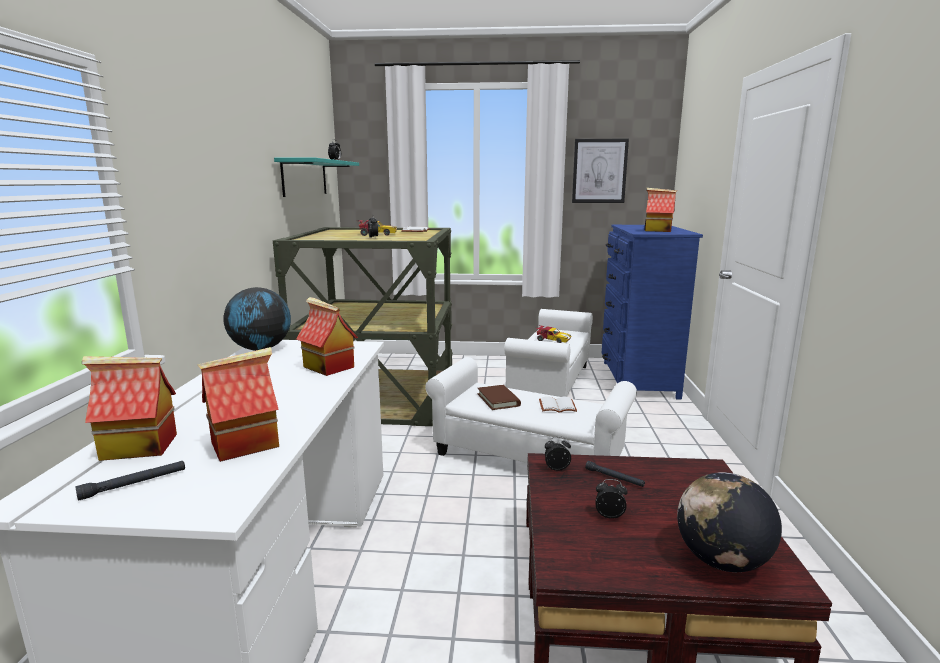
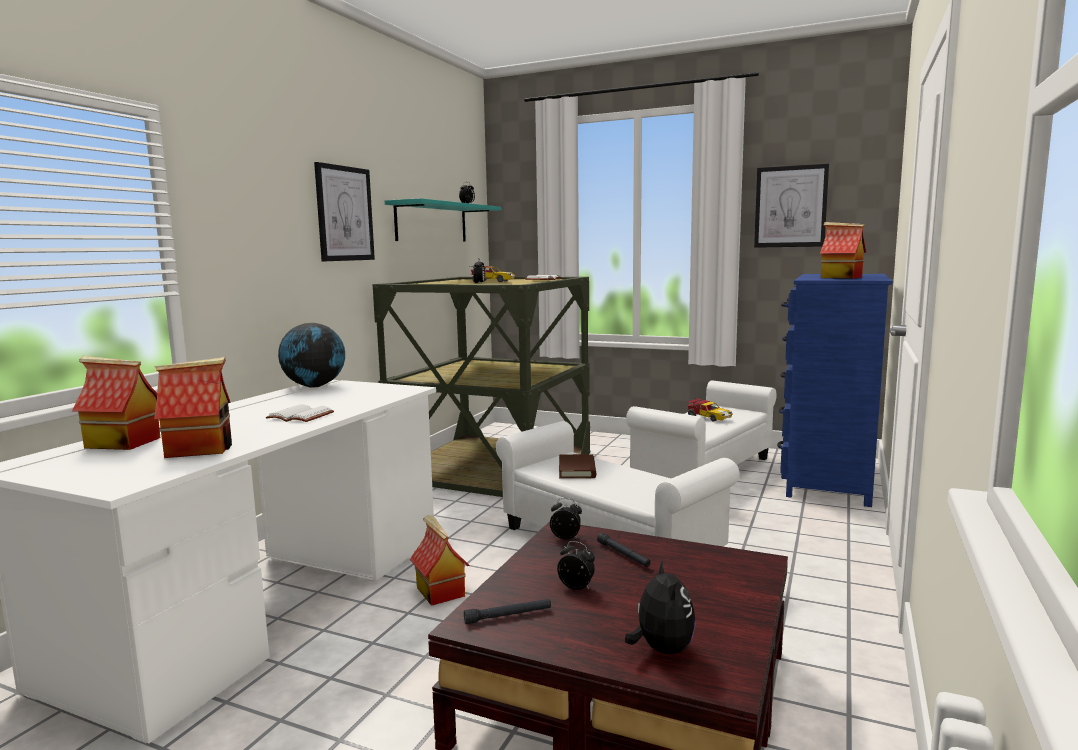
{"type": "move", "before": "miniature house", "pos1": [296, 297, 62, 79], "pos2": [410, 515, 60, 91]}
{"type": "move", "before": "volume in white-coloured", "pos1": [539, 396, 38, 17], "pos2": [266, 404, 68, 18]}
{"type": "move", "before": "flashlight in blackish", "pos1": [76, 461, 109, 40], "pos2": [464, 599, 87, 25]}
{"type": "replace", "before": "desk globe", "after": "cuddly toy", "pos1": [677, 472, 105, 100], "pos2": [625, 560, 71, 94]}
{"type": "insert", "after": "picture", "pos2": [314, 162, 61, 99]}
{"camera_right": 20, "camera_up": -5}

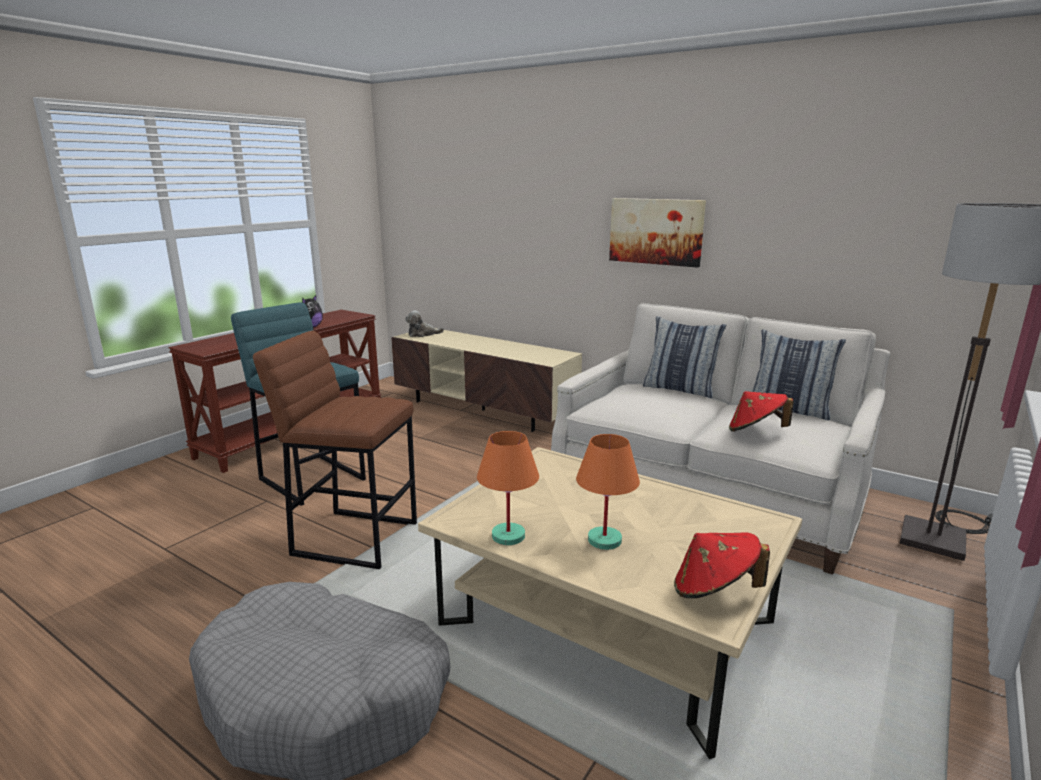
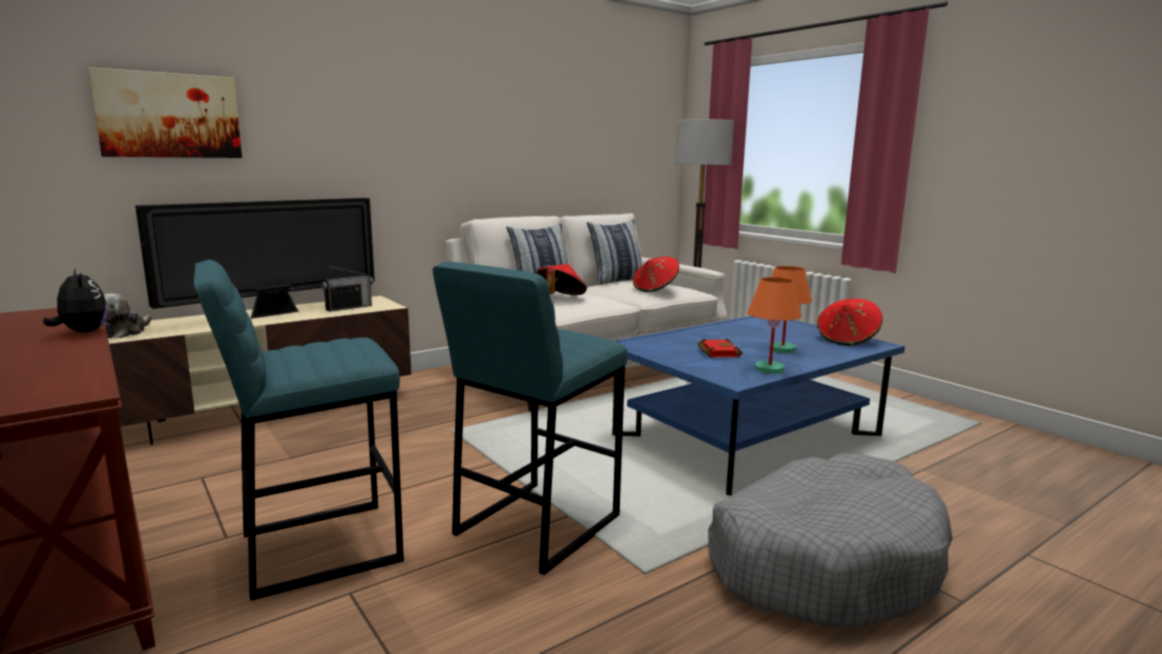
{"type": "move", "before": "picture", "pos1": [609, 198, 97, 70], "pos2": [88, 67, 154, 91]}
{"type": "recolor", "before": "stool seat in brownish", "after": "stool seat in turquoise-coloured", "pos1": [253, 331, 164, 238], "pos2": [433, 261, 195, 314]}
{"type": "recolor", "before": "lounge table in sand-coloured", "after": "lounge table in bluish", "pos1": [418, 447, 384, 312], "pos2": [612, 316, 293, 180]}
{"type": "insert", "after": "television", "pos2": [135, 198, 240, 121]}
{"type": "insert", "after": "hat in reddish", "pos2": [536, 264, 51, 31]}
{"type": "insert", "after": "radio set", "pos2": [321, 266, 52, 46]}
{"type": "insert", "after": "volume in reddish", "pos2": [697, 339, 46, 19]}
{"camera_right": -70, "camera_up": -5}

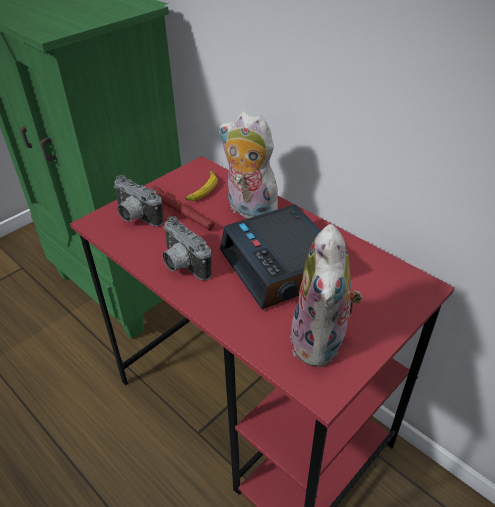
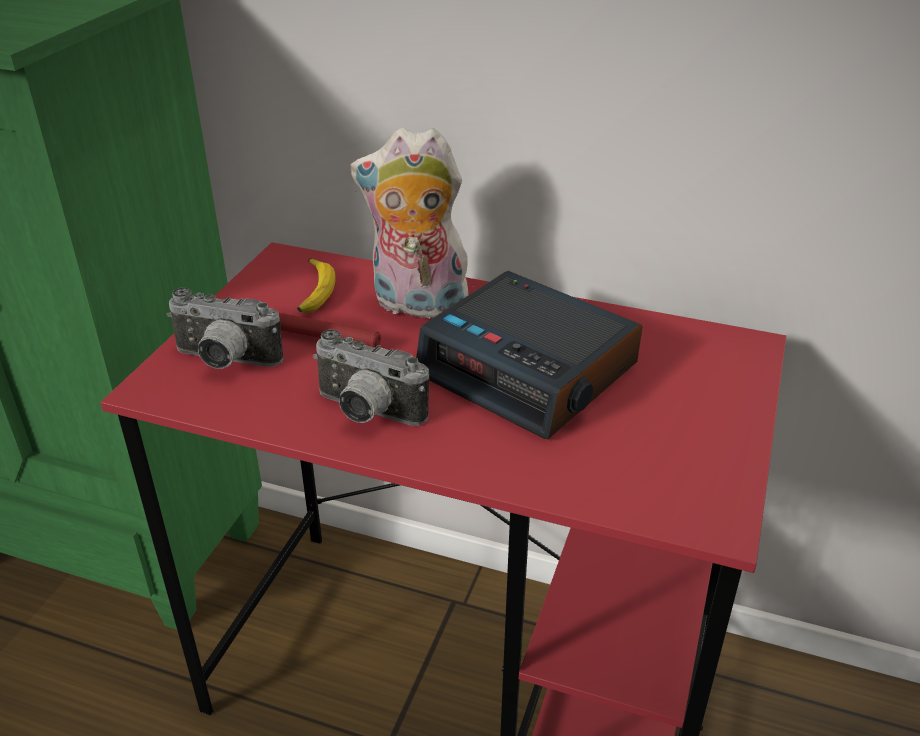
{"type": "delete", "before": "cuddly toy", "pos1": [290, 224, 73, 143]}
{"camera_right": -25, "camera_up": -5}

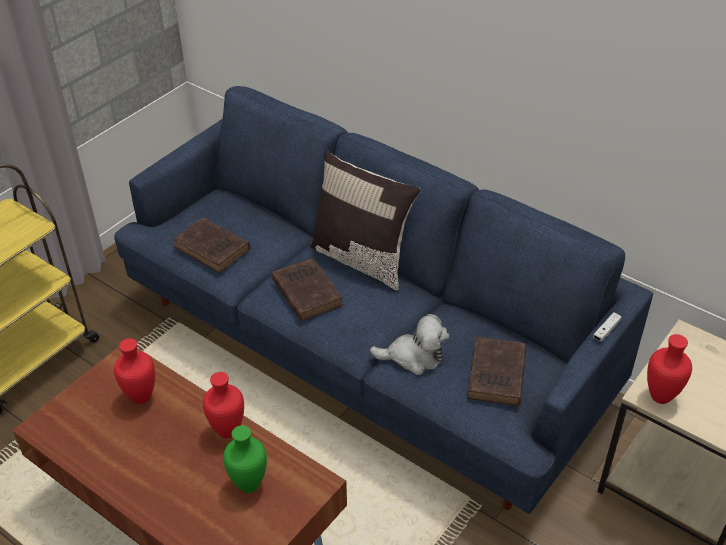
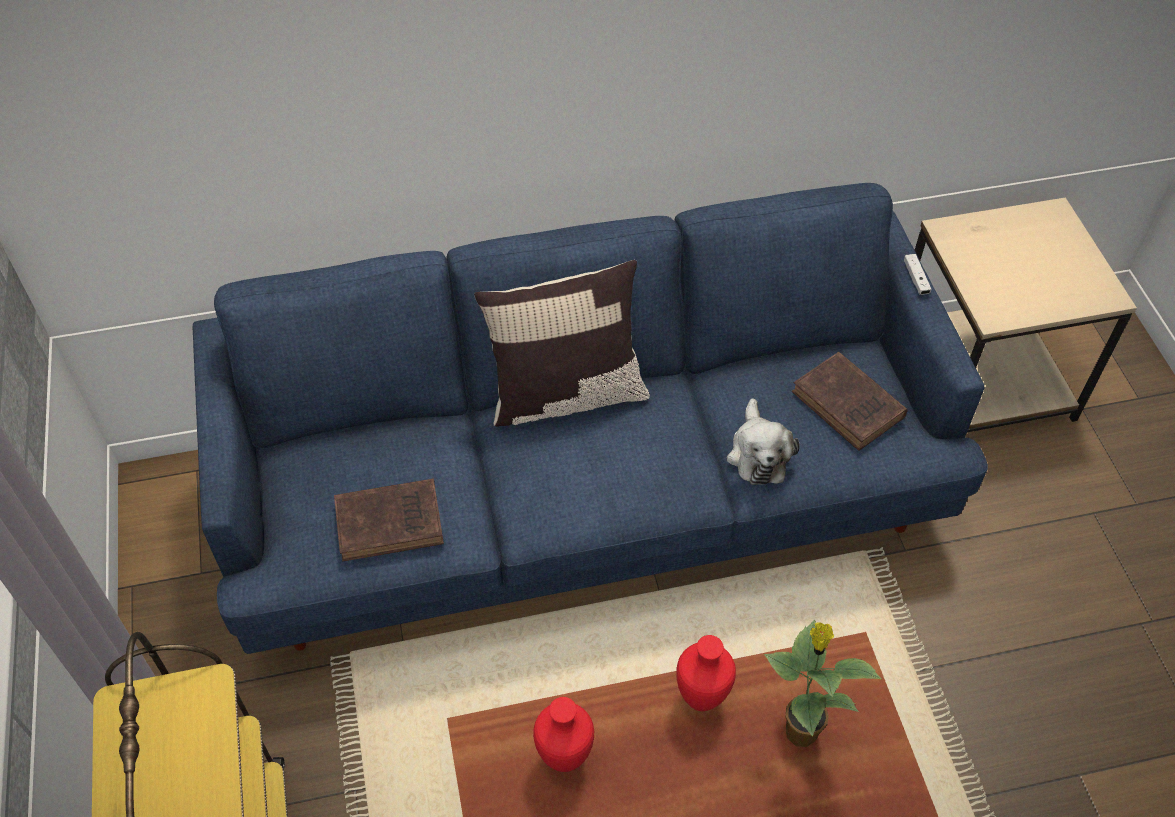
{"type": "delete", "before": "volume in brownish", "pos1": [271, 258, 72, 63]}
{"type": "rotate", "before": "cuddly toy", "pos1": [370, 314, 79, 61], "pos2": [727, 398, 73, 87], "turn": 135}
{"type": "delete", "before": "vase in reddish", "pos1": [647, 334, 45, 70]}
{"type": "replace", "before": "vase in green", "after": "potted plant", "pos1": [223, 425, 44, 68], "pos2": [764, 619, 117, 128]}
{"camera_right": -50, "camera_up": 10}

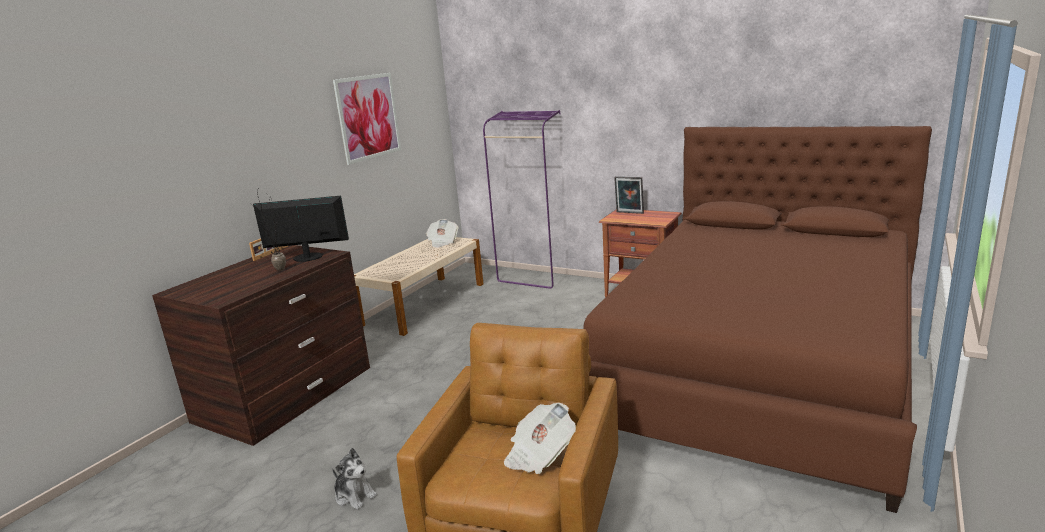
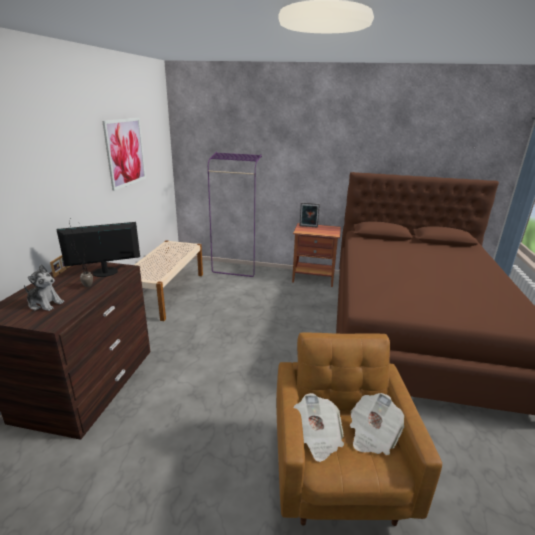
{"type": "move", "before": "printed paper", "pos1": [426, 219, 33, 29], "pos2": [293, 393, 51, 69]}
{"type": "move", "before": "cuddly toy", "pos1": [332, 448, 45, 62], "pos2": [24, 264, 40, 47]}
{"camera_right": -20, "camera_up": 5}

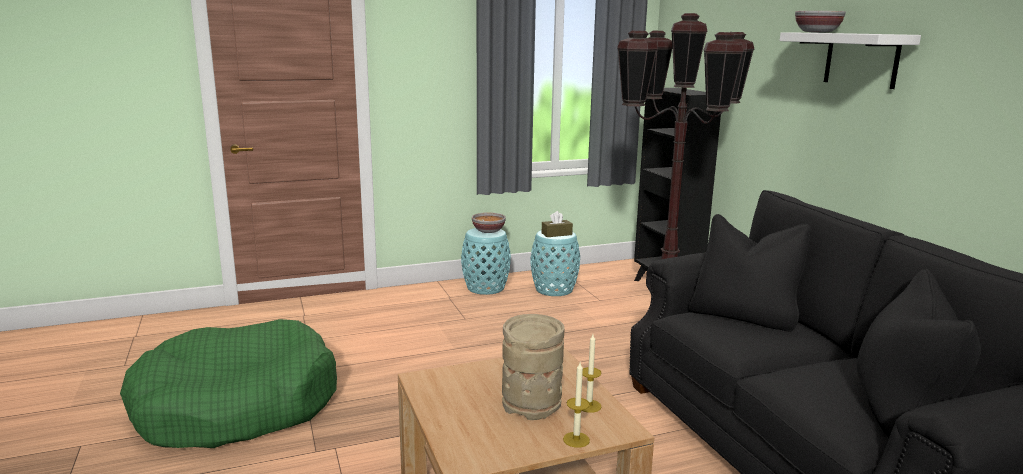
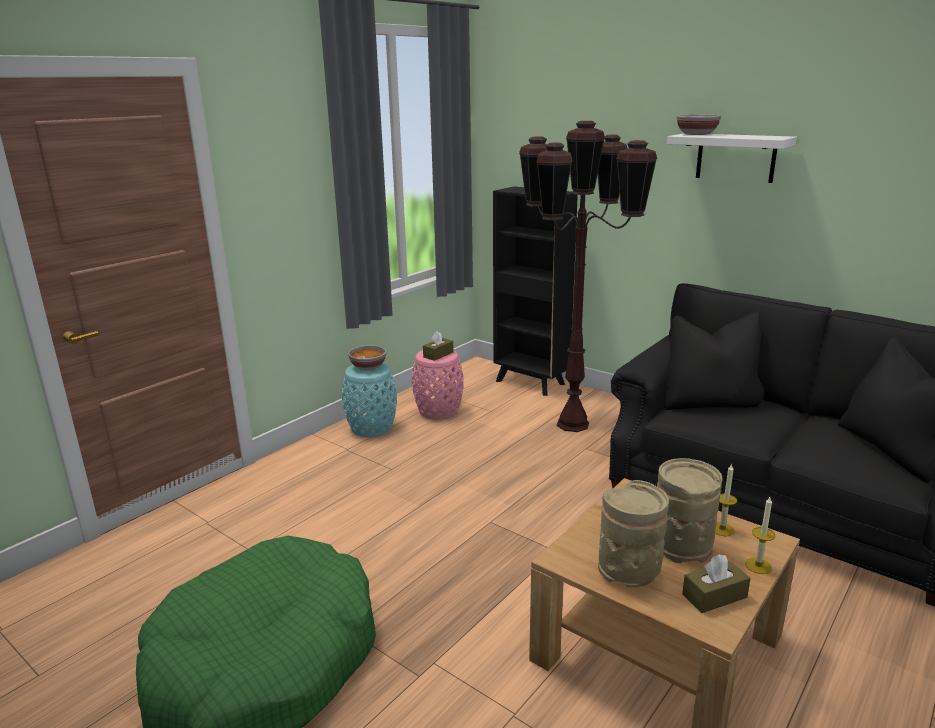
{"type": "recolor", "before": "stool seat in turquoise-coloured", "after": "stool seat in pink-coloured", "pos1": [530, 230, 50, 66], "pos2": [412, 350, 52, 70]}
{"type": "insert", "after": "vase in sand-coloured", "pos2": [598, 480, 71, 107]}
{"type": "insert", "after": "box of tissues in brownish", "pos2": [682, 554, 68, 59]}
{"camera_right": -30, "camera_up": 5}

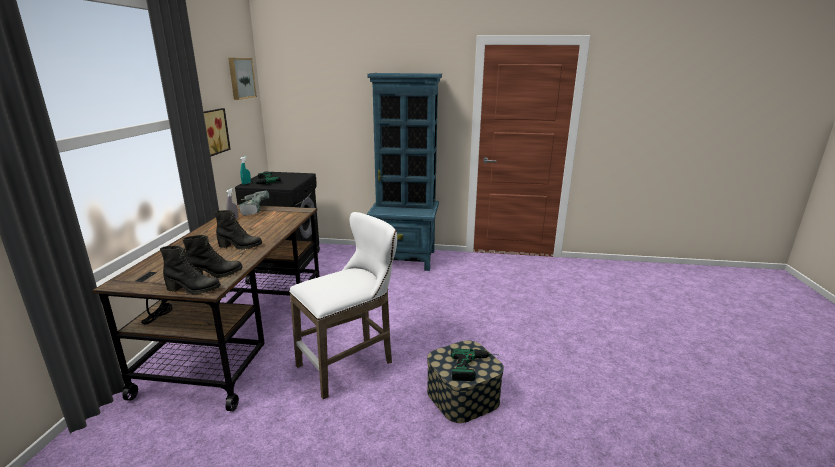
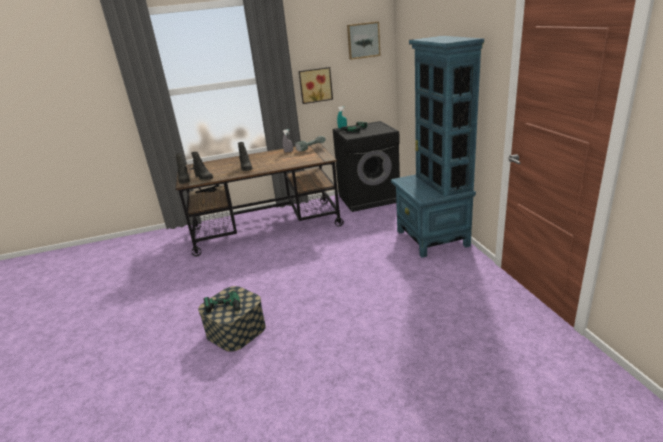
{"type": "delete", "before": "stool seat in white-coloured", "pos1": [289, 212, 108, 187]}
{"camera_right": 70, "camera_up": 5}

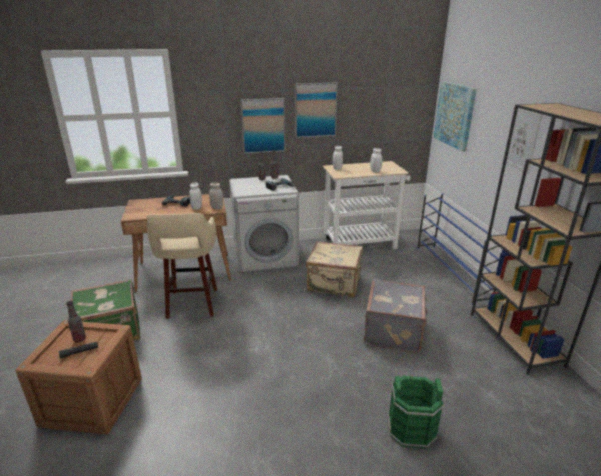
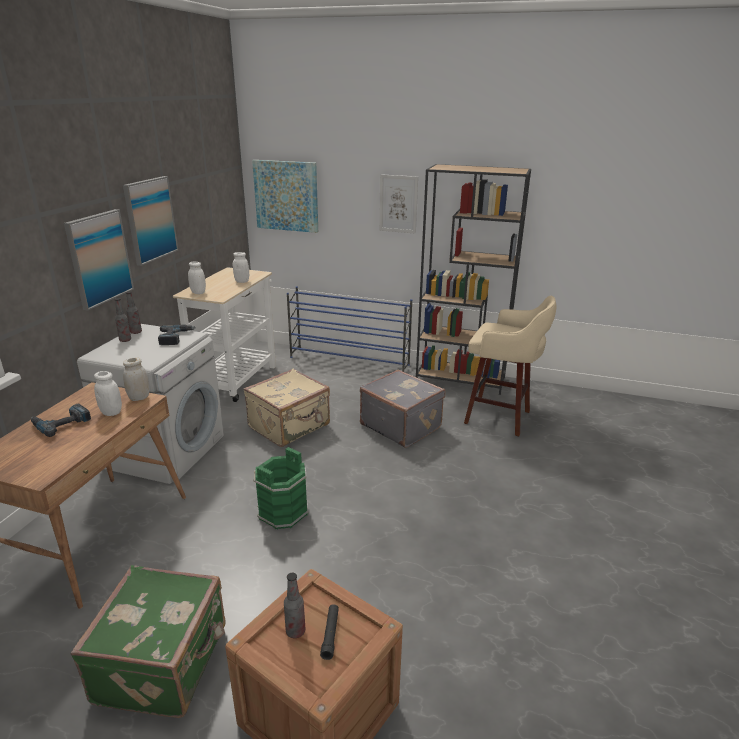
{"type": "move", "before": "stool seat in sand-coloured", "pos1": [147, 213, 70, 106], "pos2": [464, 296, 92, 140]}
{"type": "move", "before": "pail in green", "pos1": [388, 375, 56, 74], "pos2": [254, 447, 54, 82]}
{"camera_right": -60, "camera_up": 0}

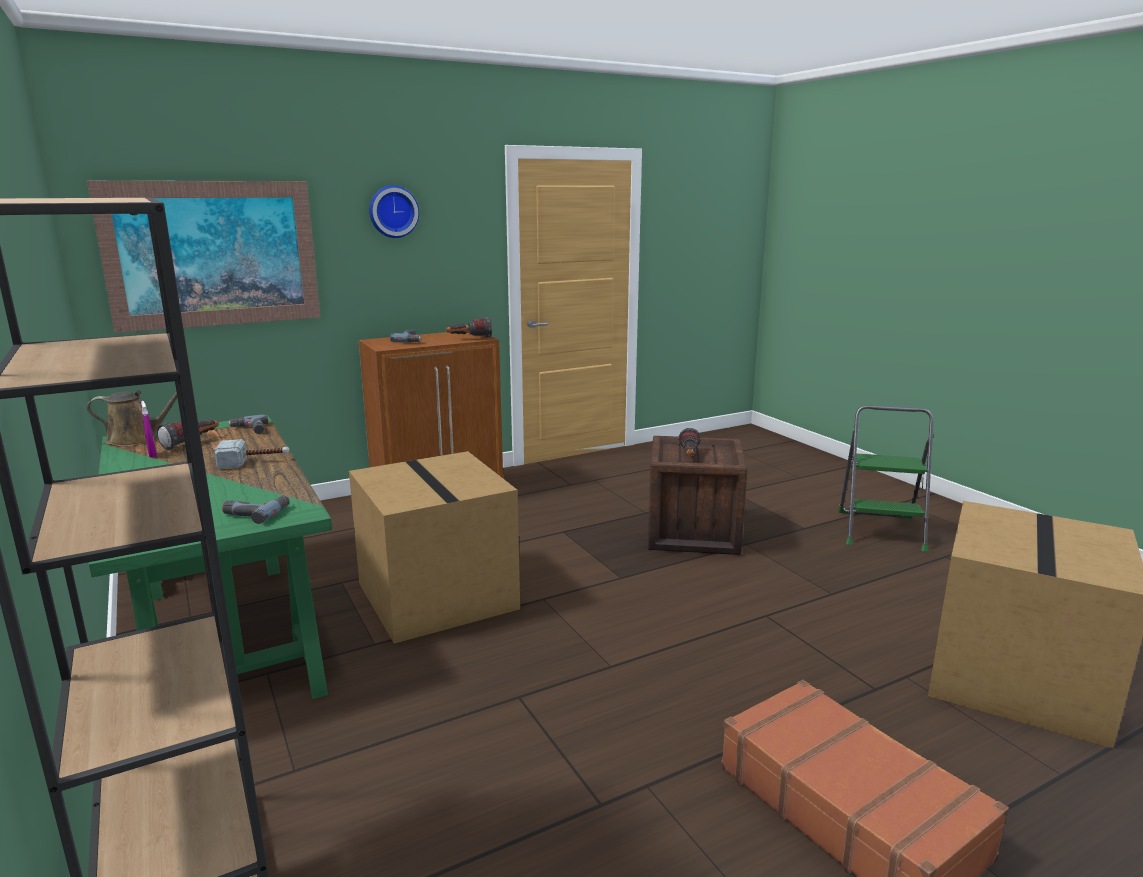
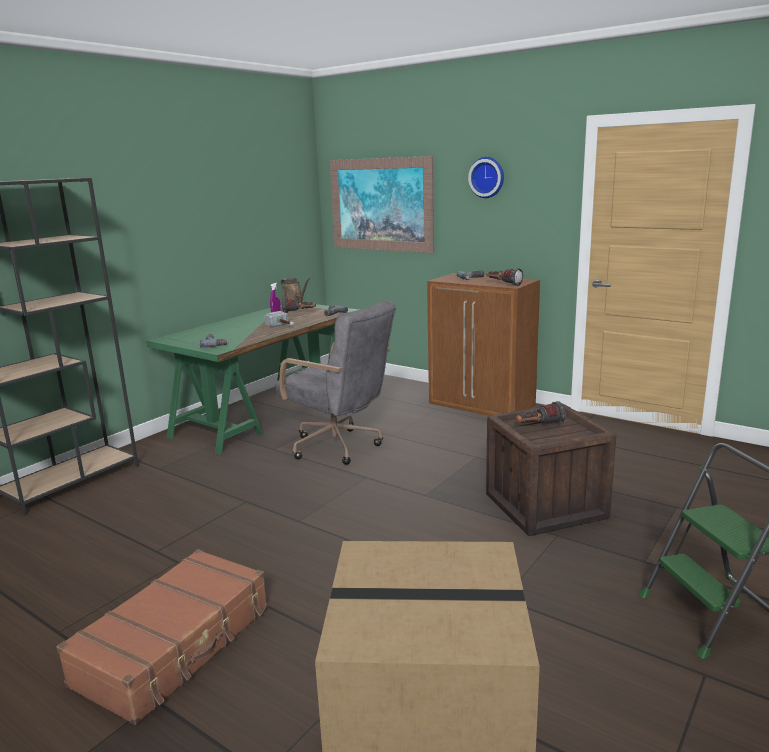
{"type": "replace", "before": "carton", "after": "computer chair in grey", "pos1": [349, 451, 171, 193], "pos2": [275, 300, 121, 165]}
{"camera_right": 65, "camera_up": 0}

